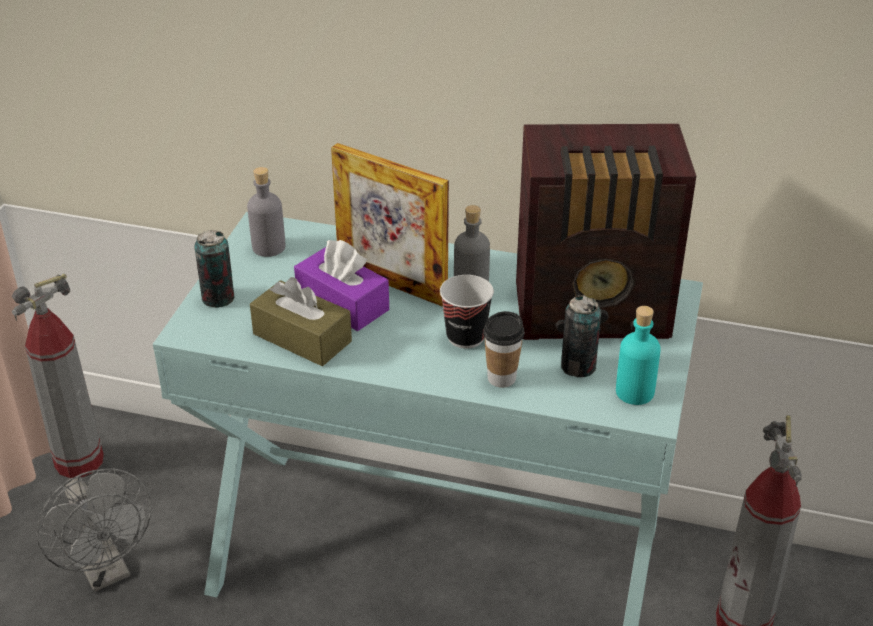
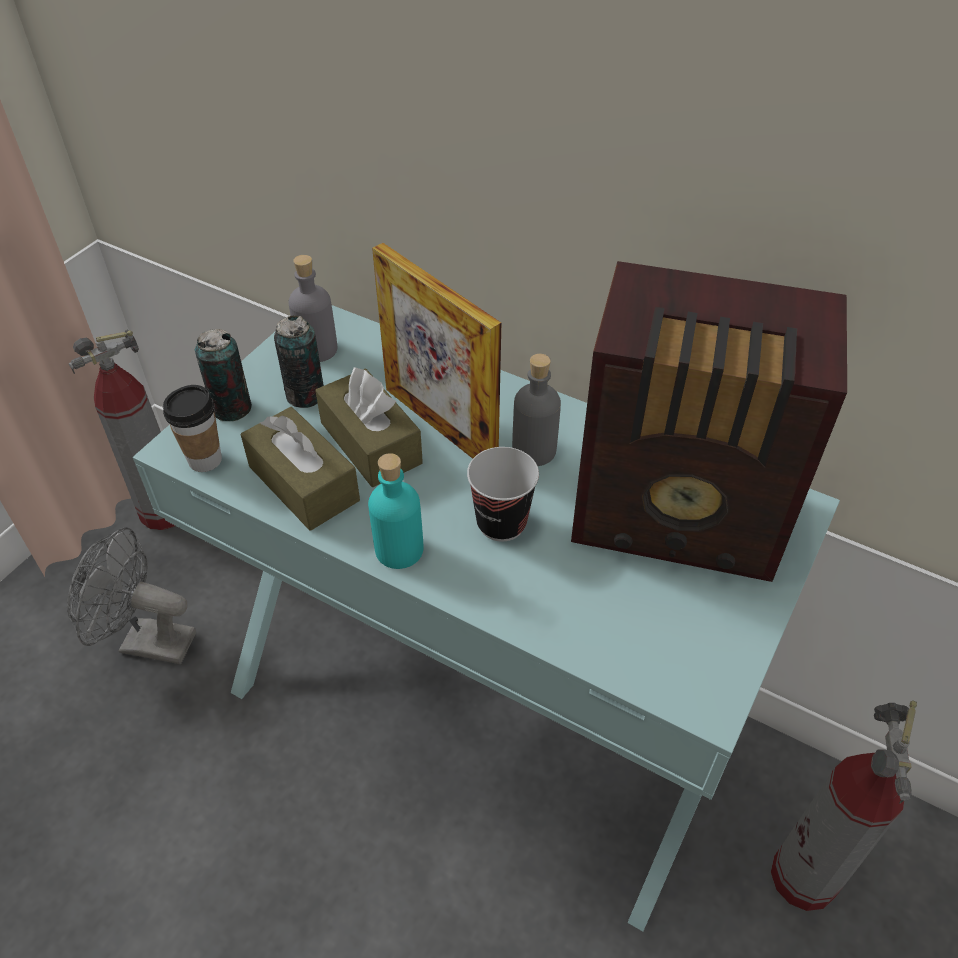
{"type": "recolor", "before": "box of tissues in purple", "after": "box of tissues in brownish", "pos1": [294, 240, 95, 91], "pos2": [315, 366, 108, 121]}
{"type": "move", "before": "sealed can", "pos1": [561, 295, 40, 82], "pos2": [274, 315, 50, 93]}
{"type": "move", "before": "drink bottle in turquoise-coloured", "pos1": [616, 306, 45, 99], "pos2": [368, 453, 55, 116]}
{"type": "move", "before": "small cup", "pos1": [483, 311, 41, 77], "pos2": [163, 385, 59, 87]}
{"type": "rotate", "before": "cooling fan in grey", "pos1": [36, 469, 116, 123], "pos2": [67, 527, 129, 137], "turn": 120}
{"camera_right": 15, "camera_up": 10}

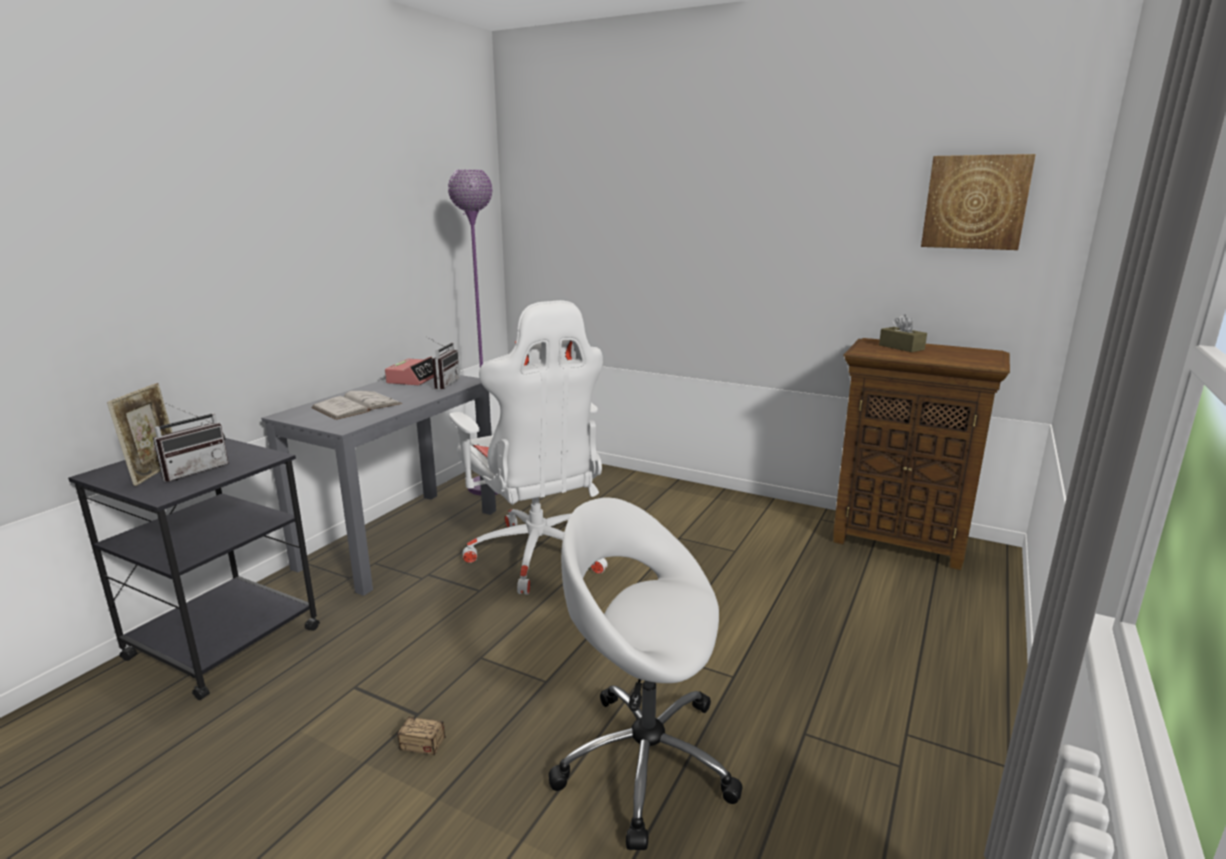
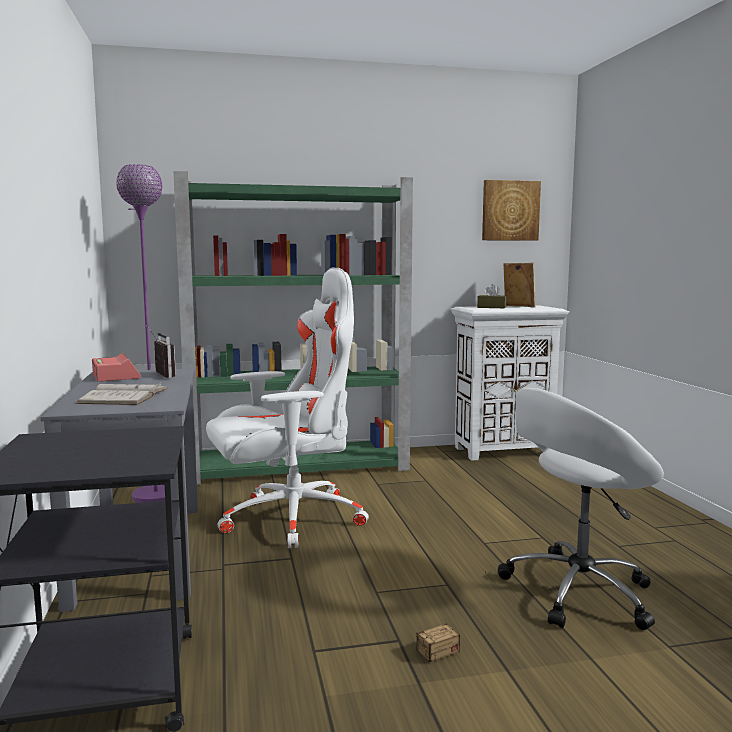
{"type": "rotate", "before": "computer chair in white-coloured", "pos1": [449, 300, 159, 295], "pos2": [206, 268, 163, 280], "turn": -45}
{"type": "recolor", "before": "cabinet in brownish", "after": "cabinet in white-coloured", "pos1": [833, 338, 177, 232], "pos2": [450, 305, 120, 156]}
{"type": "move", "before": "picture frame", "pos1": [107, 383, 66, 103], "pos2": [503, 262, 32, 45]}
{"type": "delete", "before": "radio set", "pos1": [153, 403, 76, 79]}
{"type": "insert", "after": "bookshelf in green", "pos2": [174, 171, 239, 314]}
{"camera_right": -40, "camera_up": -10}

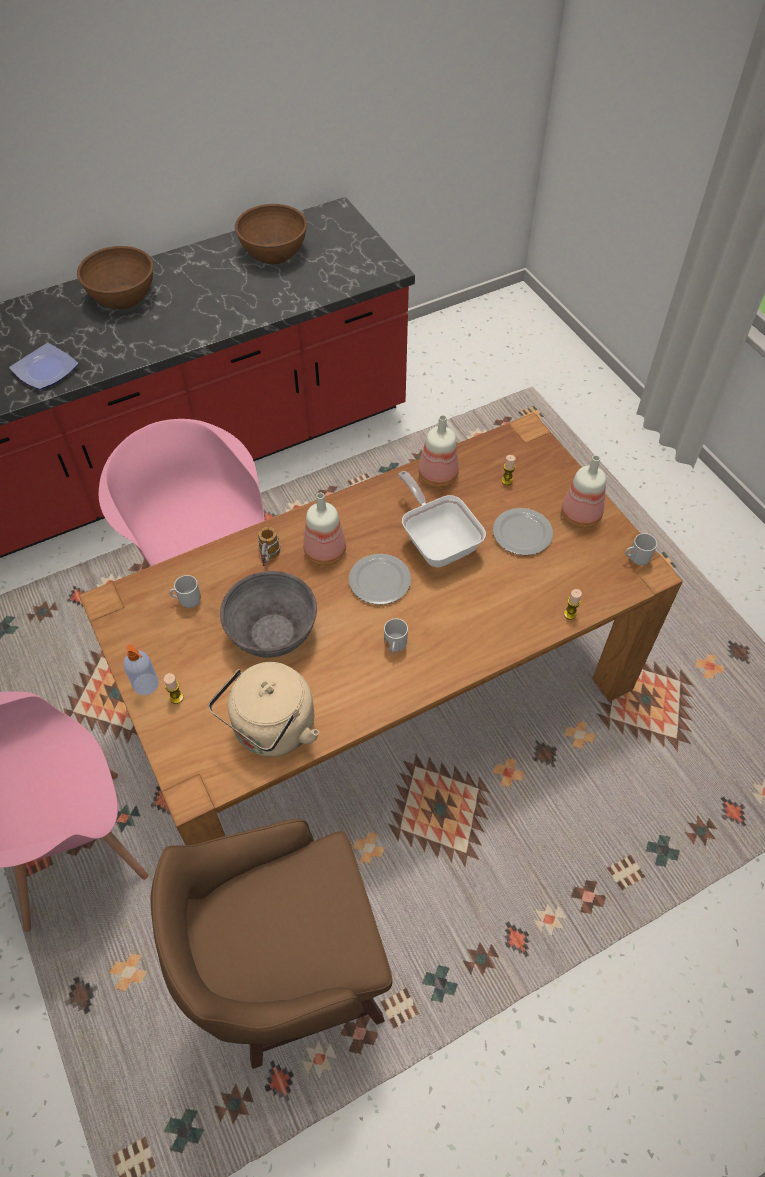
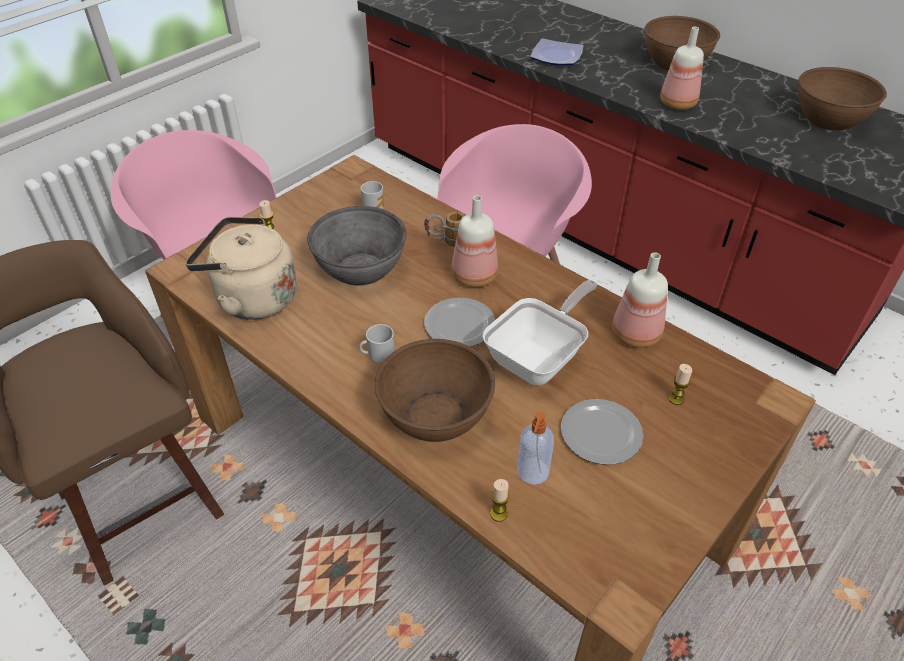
{"type": "move", "before": "drink bottle", "pos1": [561, 455, 45, 73], "pos2": [660, 27, 44, 83]}
{"type": "delete", "before": "tea mug", "pos1": [625, 533, 32, 32]}
{"type": "move", "before": "liquid soap bottle", "pos1": [124, 644, 35, 51], "pos2": [517, 412, 37, 73]}
{"type": "insert", "after": "deep dish in brownish", "pos2": [375, 339, 120, 103]}
{"camera_right": 70, "camera_up": -10}

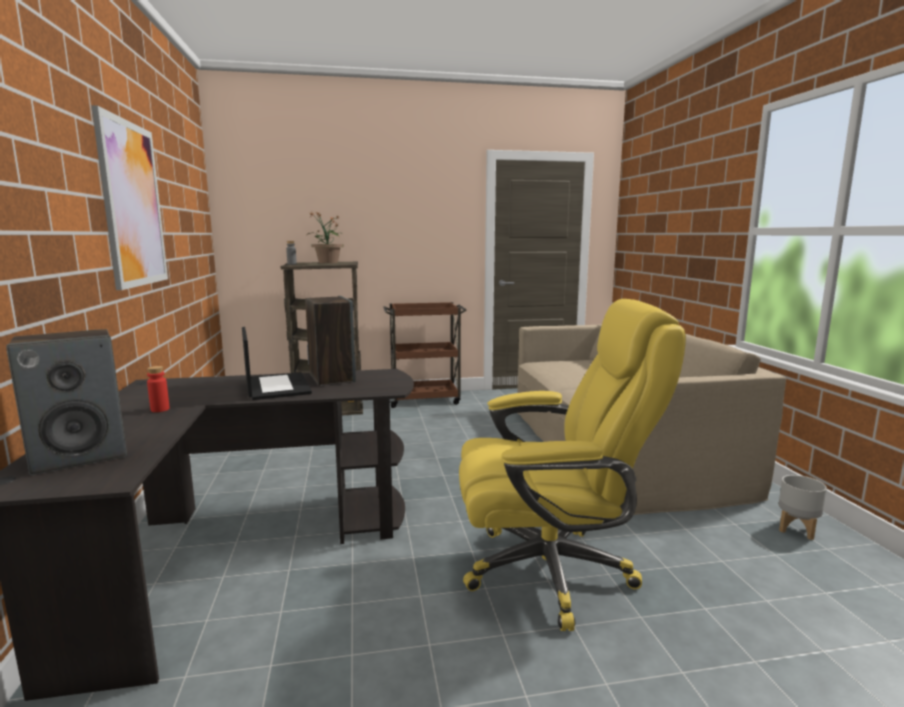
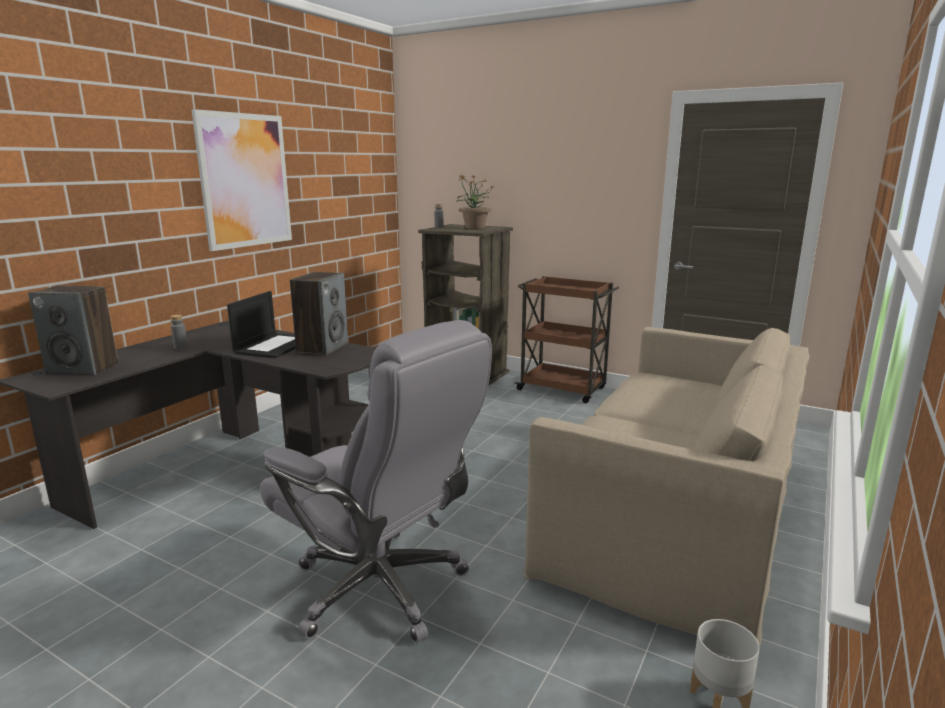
{"type": "recolor", "before": "computer chair in yellow", "after": "computer chair in grey", "pos1": [459, 299, 227, 332], "pos2": [260, 320, 232, 323]}
{"type": "recolor", "before": "drink bottle in reddish", "after": "drink bottle in grey", "pos1": [147, 366, 23, 46], "pos2": [171, 315, 17, 34]}
{"camera_right": 40, "camera_up": 5}

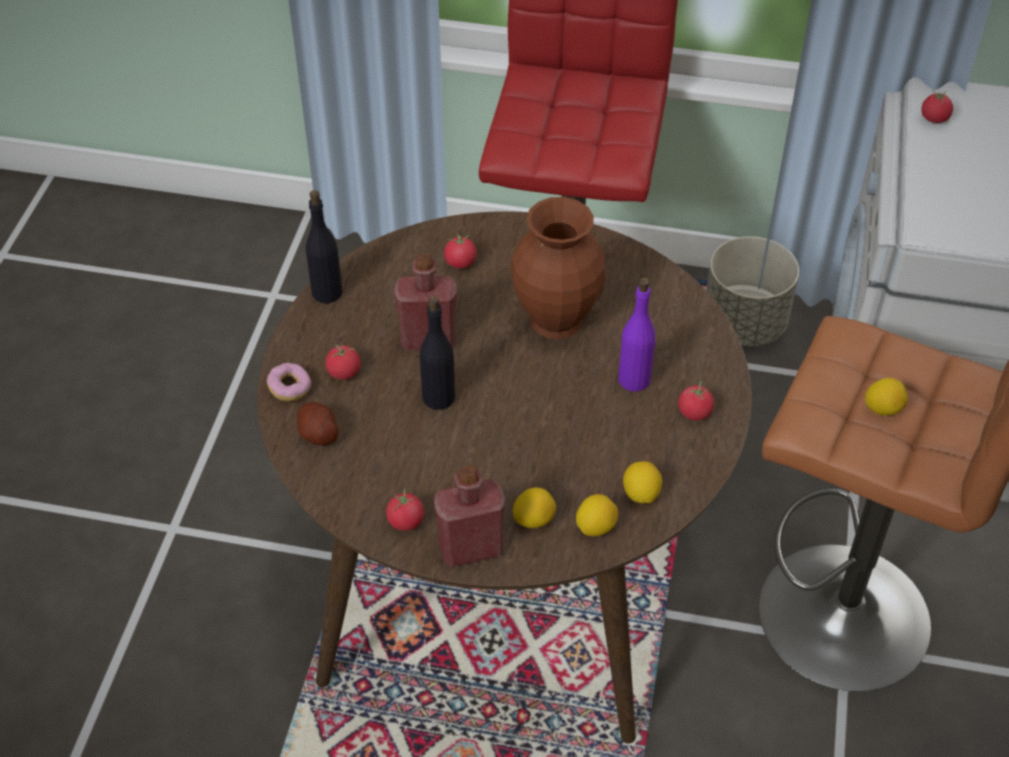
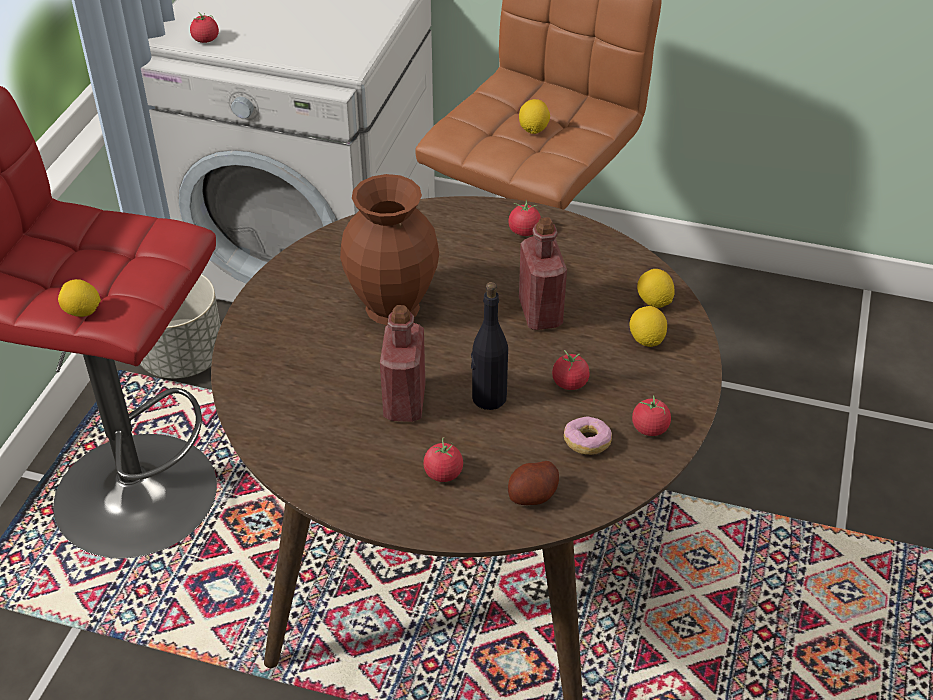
{"type": "delete", "before": "drink bottle in blackish", "pos1": [306, 190, 37, 113]}
{"type": "move", "before": "fresh tomato", "pos1": [444, 232, 33, 36], "pos2": [552, 350, 38, 40]}
{"type": "delete", "before": "drink bottle in purple", "pos1": [618, 278, 37, 113]}
{"type": "move", "before": "donut", "pos1": [267, 363, 44, 39], "pos2": [564, 416, 48, 39]}
{"type": "move", "before": "lemon", "pos1": [623, 461, 39, 43], "pos2": [58, 279, 43, 38]}
{"type": "move", "before": "drink bottle in reddish", "pos1": [434, 465, 71, 102], "pos2": [519, 217, 48, 113]}
{"camera_right": -85, "camera_up": -5}

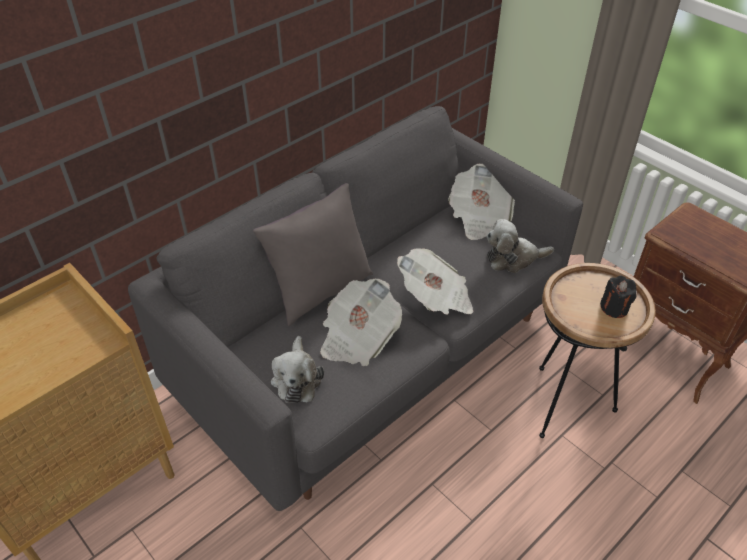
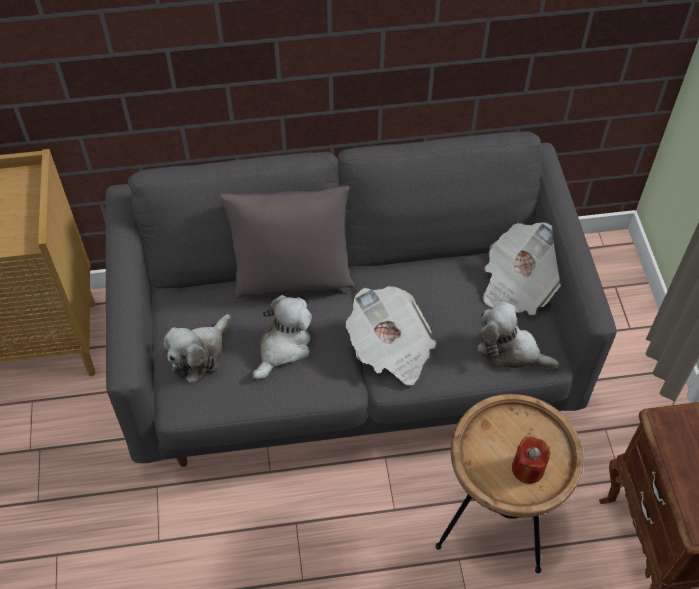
{"type": "recolor", "before": "wax candle in blackish", "after": "wax candle in reddish", "pos1": [600, 276, 37, 42], "pos2": [512, 437, 39, 47]}
{"type": "replace", "before": "printed paper", "after": "cuddly toy", "pos1": [320, 279, 82, 87], "pos2": [253, 295, 59, 85]}
{"camera_right": 35, "camera_up": 10}

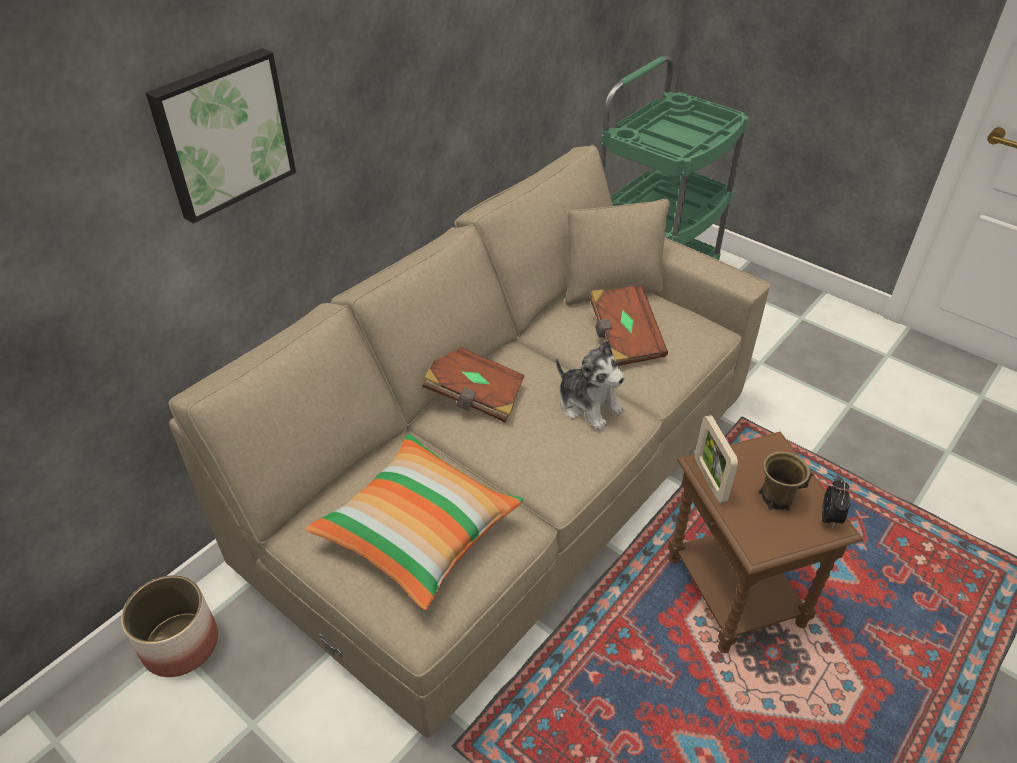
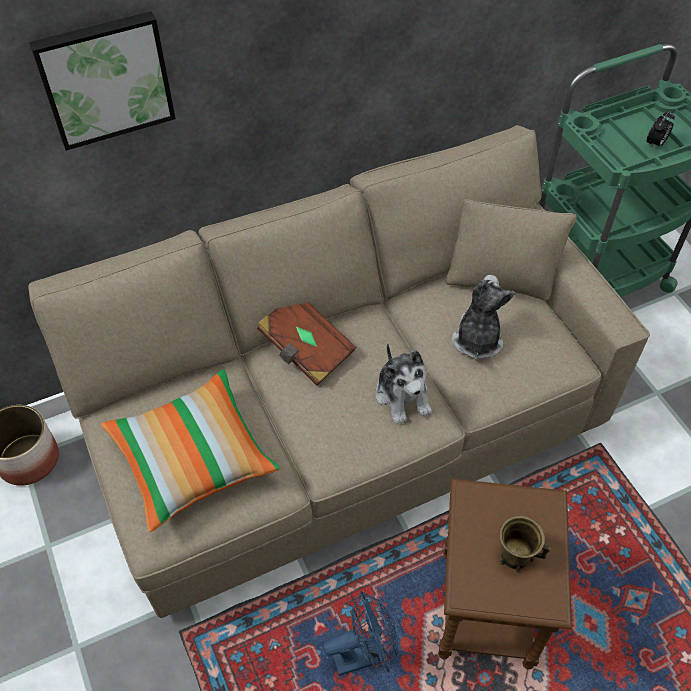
{"type": "replace", "before": "volume in brownish", "after": "cuddly toy", "pos1": [590, 284, 78, 82], "pos2": [452, 275, 63, 85]}
{"type": "delete", "before": "picture frame", "pos1": [695, 415, 43, 88]}
{"type": "move", "before": "table clock", "pos1": [822, 480, 28, 49], "pos2": [646, 111, 29, 39]}
{"type": "insert", "after": "cooling fan in bluish", "pos2": [323, 591, 75, 85]}
{"camera_right": 25, "camera_up": 10}

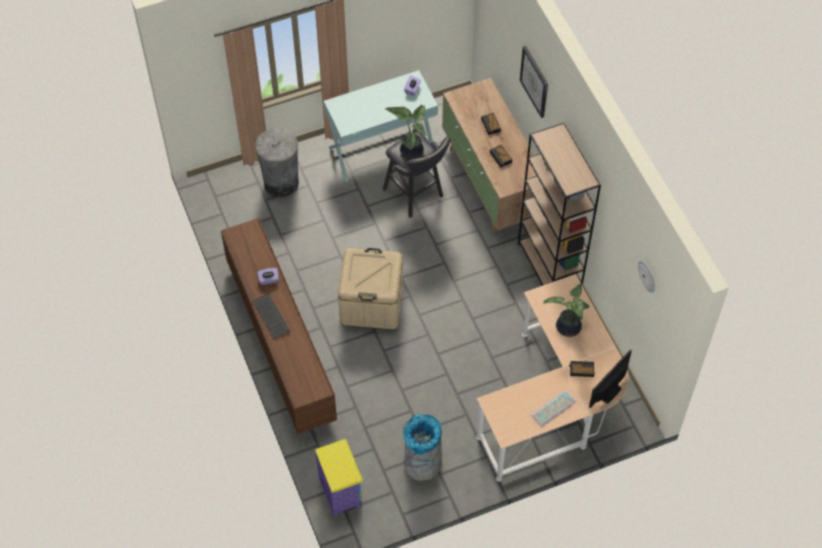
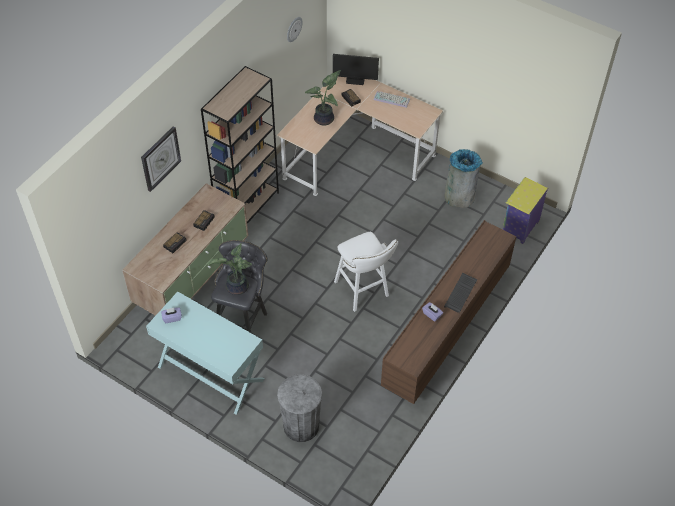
{"type": "replace", "before": "storage bin in sand-coloured", "after": "stool seat in white-coloured", "pos1": [338, 248, 65, 82], "pos2": [334, 232, 64, 80]}
{"camera_right": -125, "camera_up": -5}

